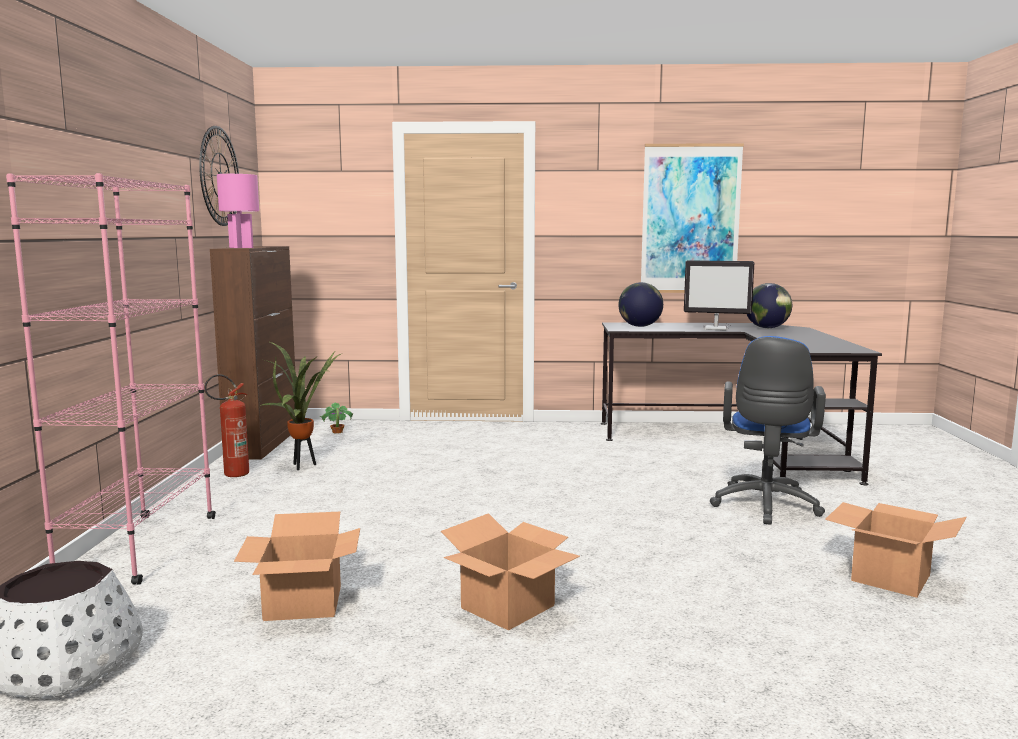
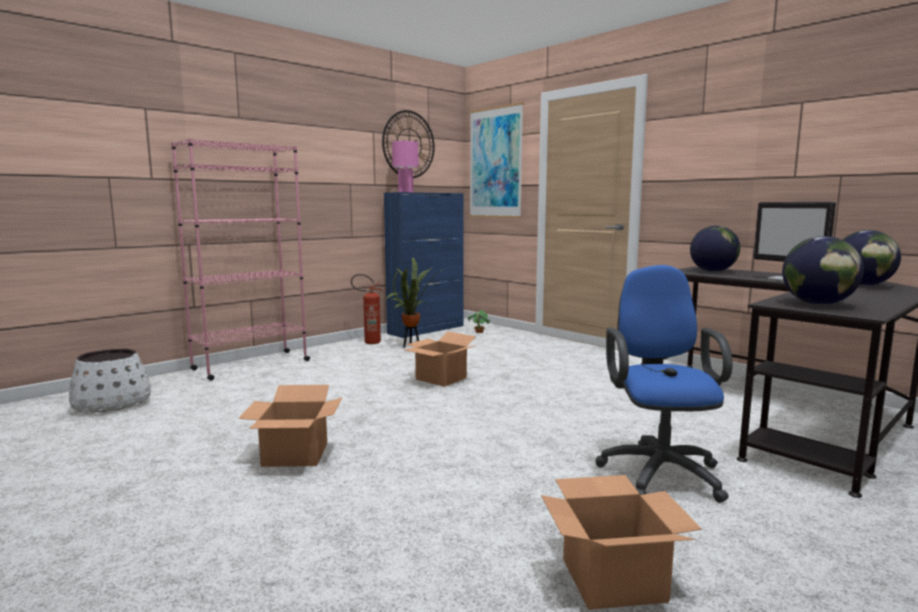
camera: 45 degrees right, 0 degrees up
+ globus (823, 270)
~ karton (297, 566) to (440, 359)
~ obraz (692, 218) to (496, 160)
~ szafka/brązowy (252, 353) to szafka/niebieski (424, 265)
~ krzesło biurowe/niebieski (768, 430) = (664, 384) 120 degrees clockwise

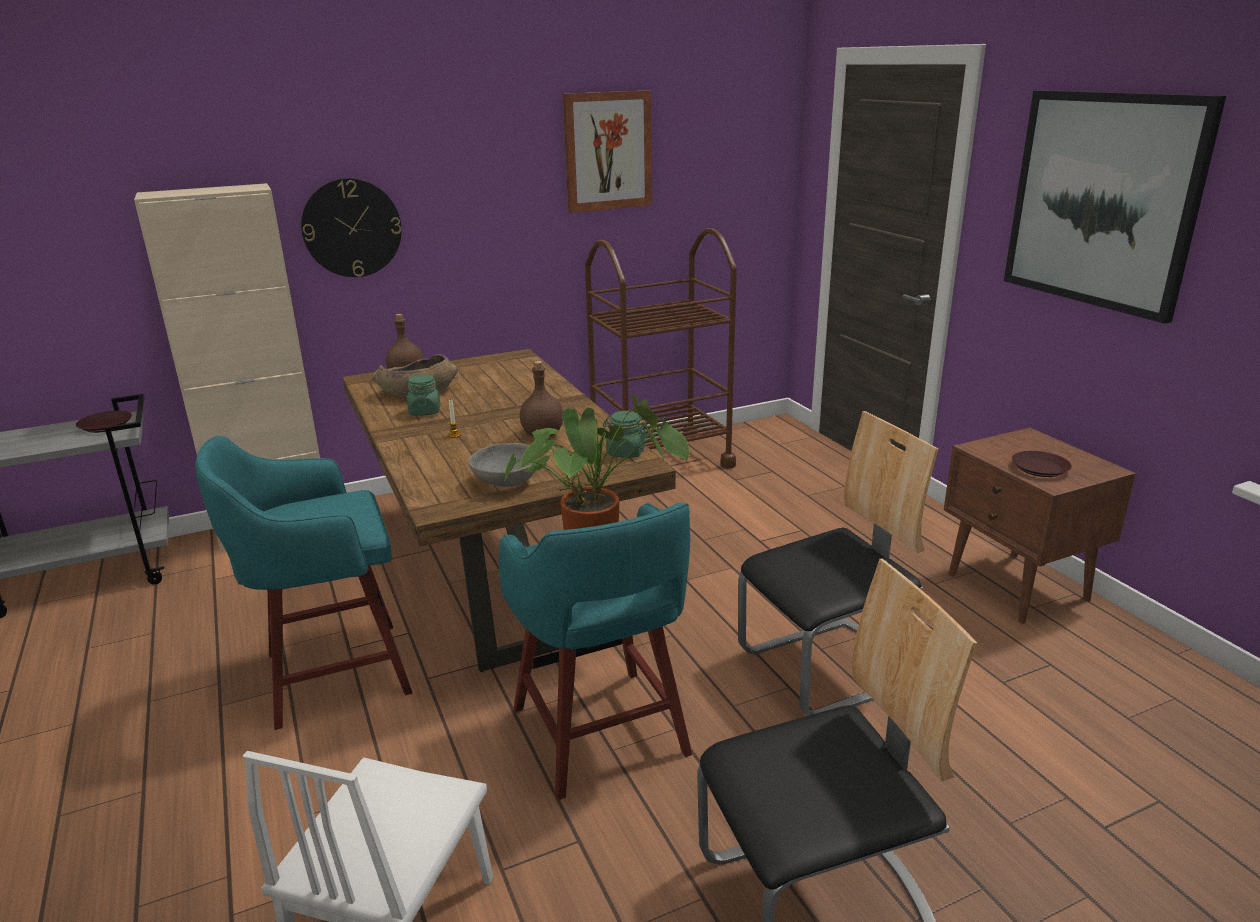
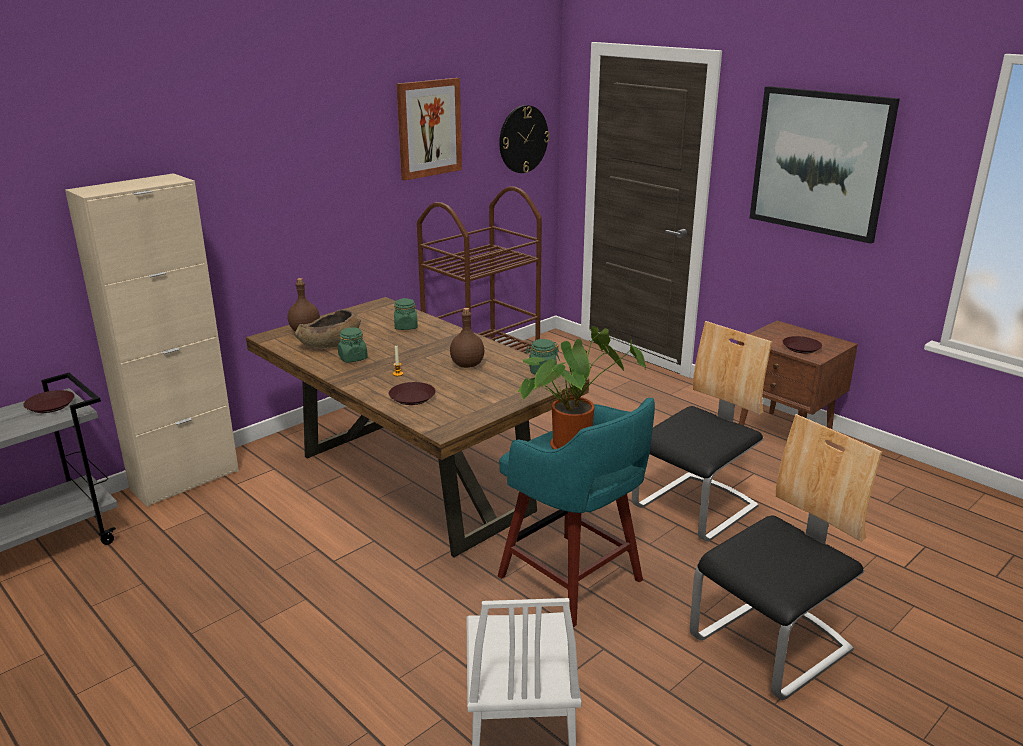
camera: 20 degrees left, 0 degrees up
- stołek/turkusowy (303, 583)
- miska/szary (504, 465)
+ talerz/brązowy (412, 393)
+ słoik/zielony (406, 314)
~ zegar ścienny (351, 227) to (524, 139)

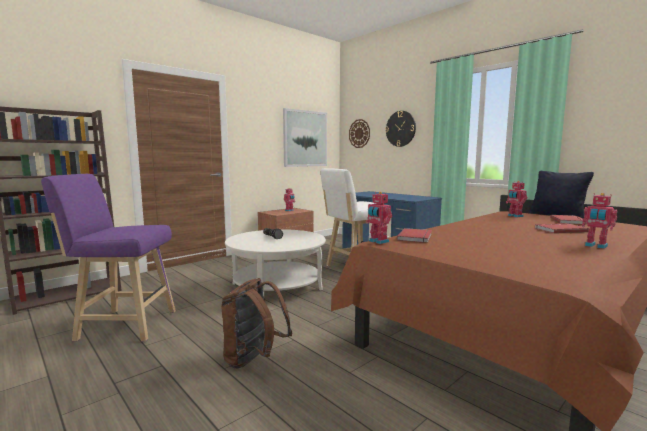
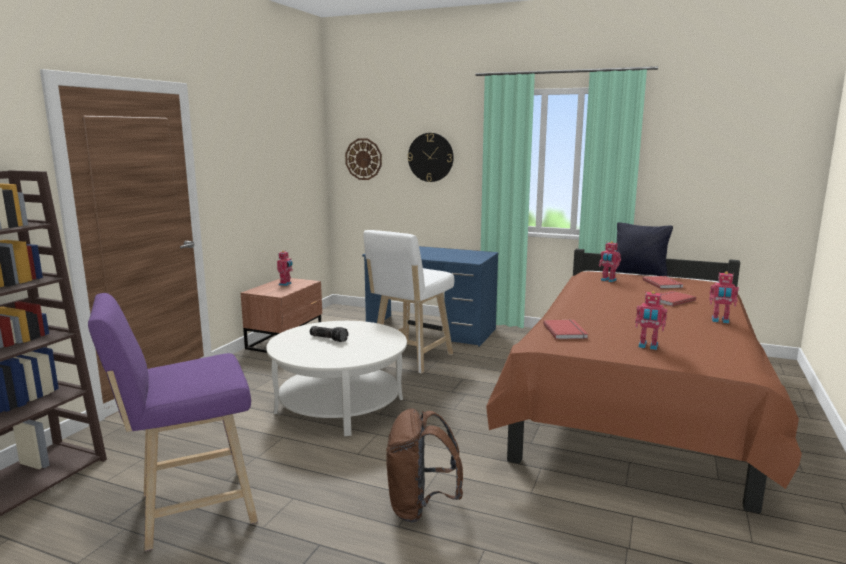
camera: 25 degrees left, 5 degrees up
- obraz (305, 137)
~ robot zabawkowy (379, 218) to (651, 320)

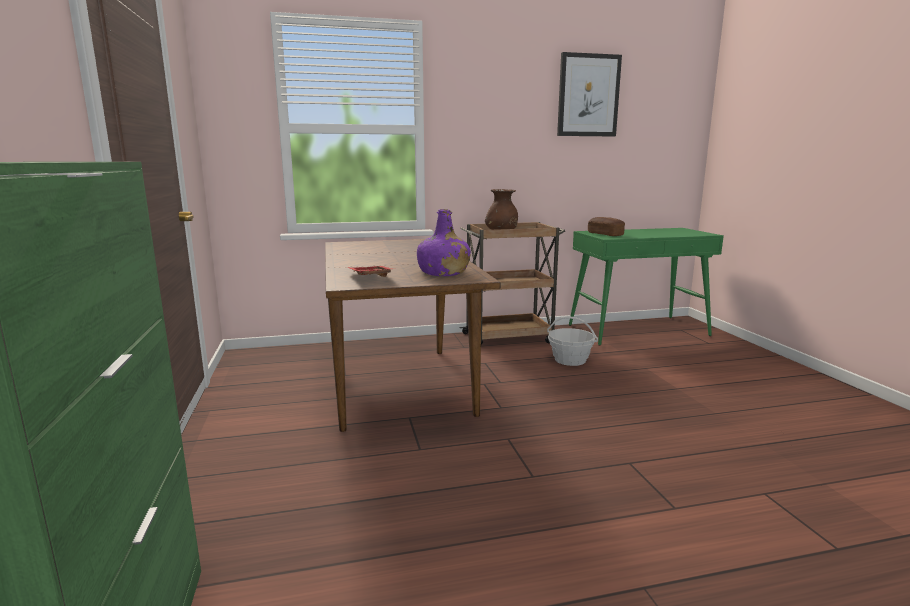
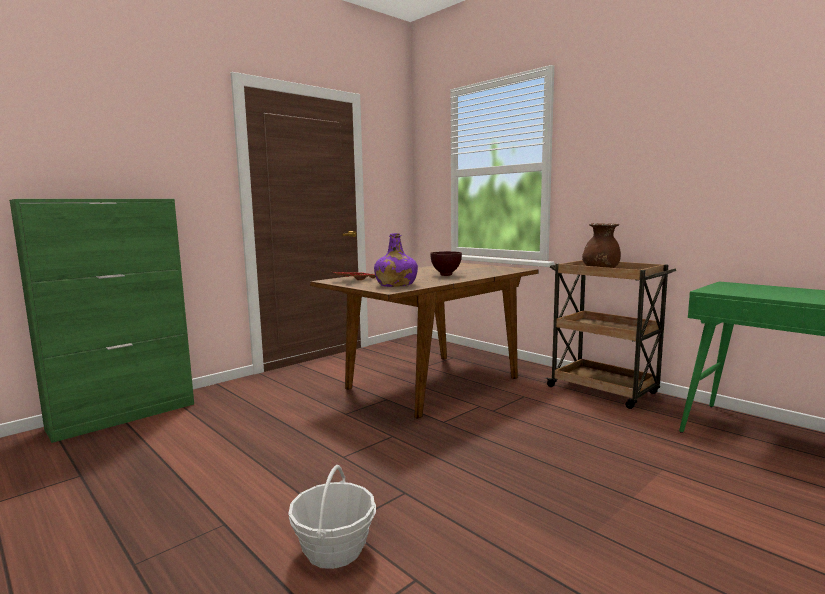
camera: 60 degrees right, 5 degrees down
- obraz (589, 94)
- chleb (606, 226)
+ miska/brązowy (446, 263)
~ koszyk (572, 341) to (332, 517)

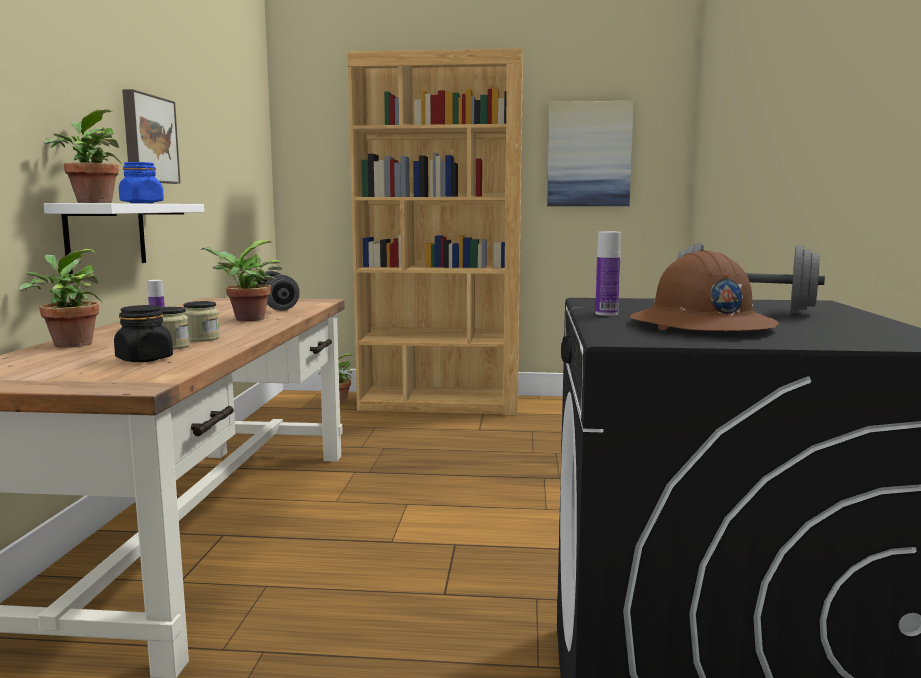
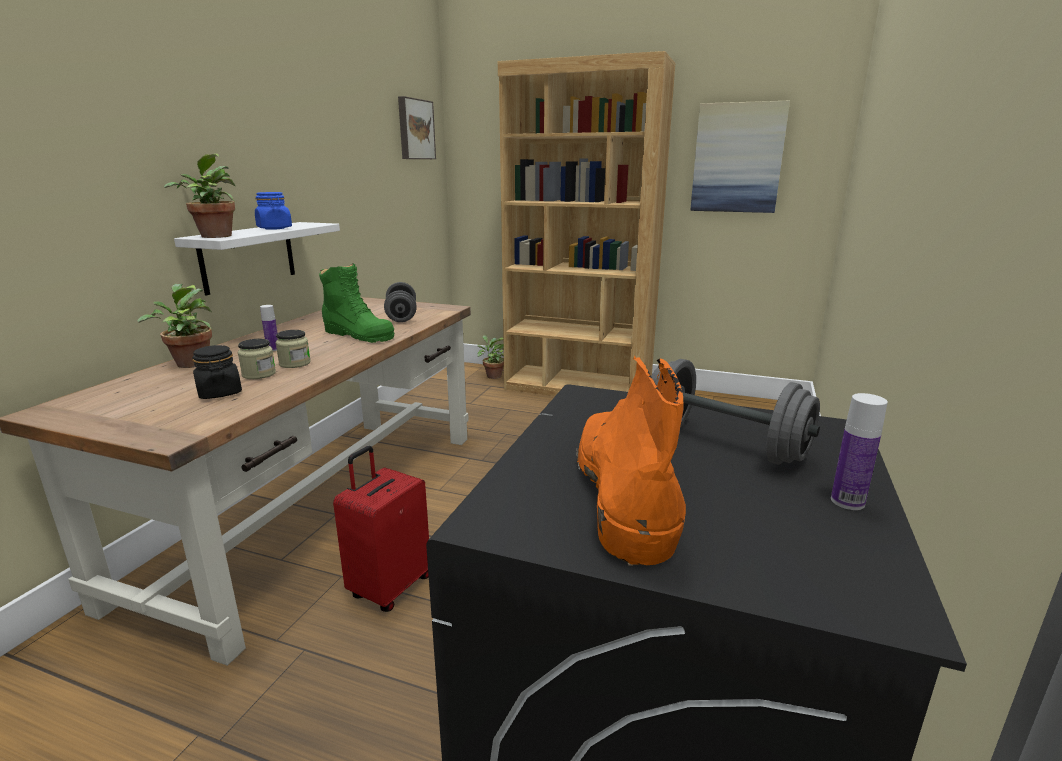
camera: 15 degrees right, 10 degrees up
+ walizka/czerwony (381, 529)
~ obraz (151, 136) to (417, 127)
~ butelka (608, 274) to (859, 451)
~ roślina doniczkowa (241, 280) to but z cholewką/zielony (357, 303)
~ kask/brązowy (704, 290) to but z cholewką/pomarańczowy (631, 461)

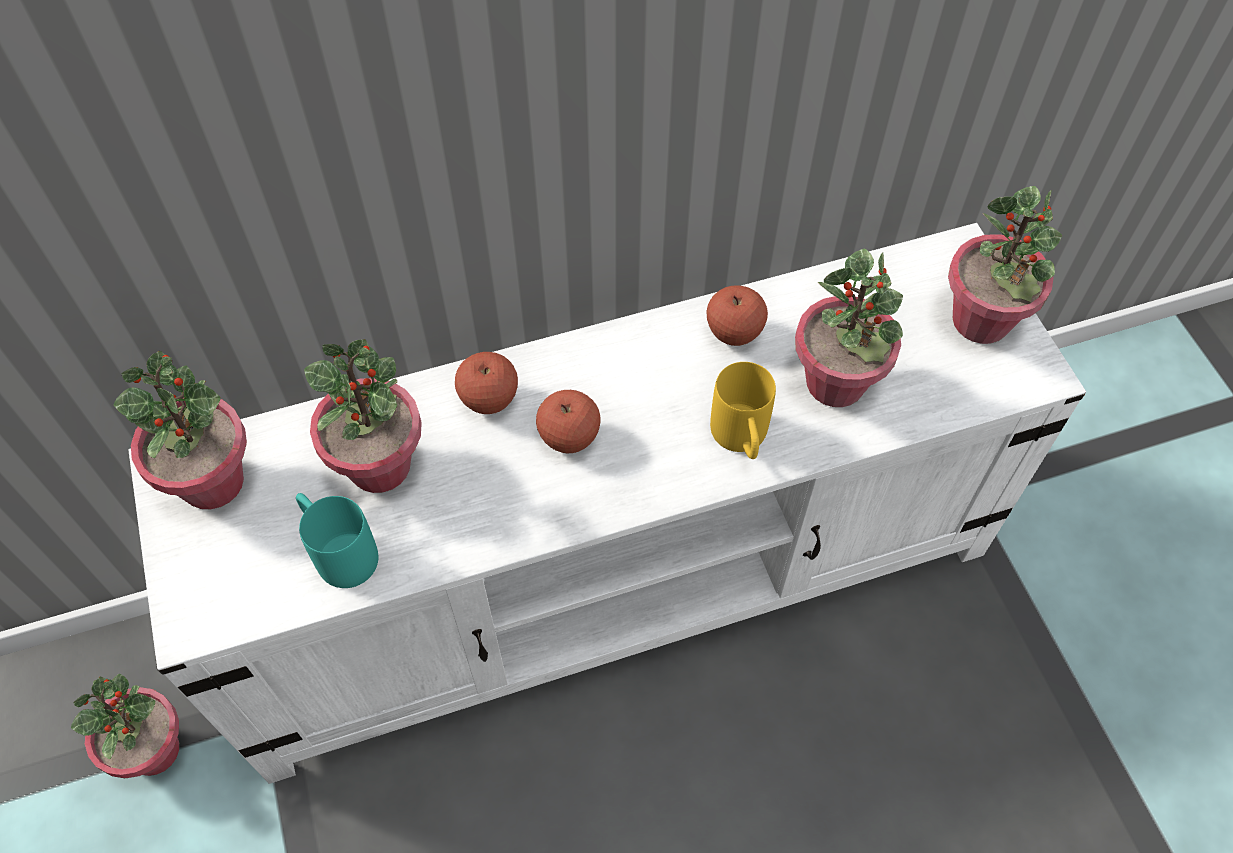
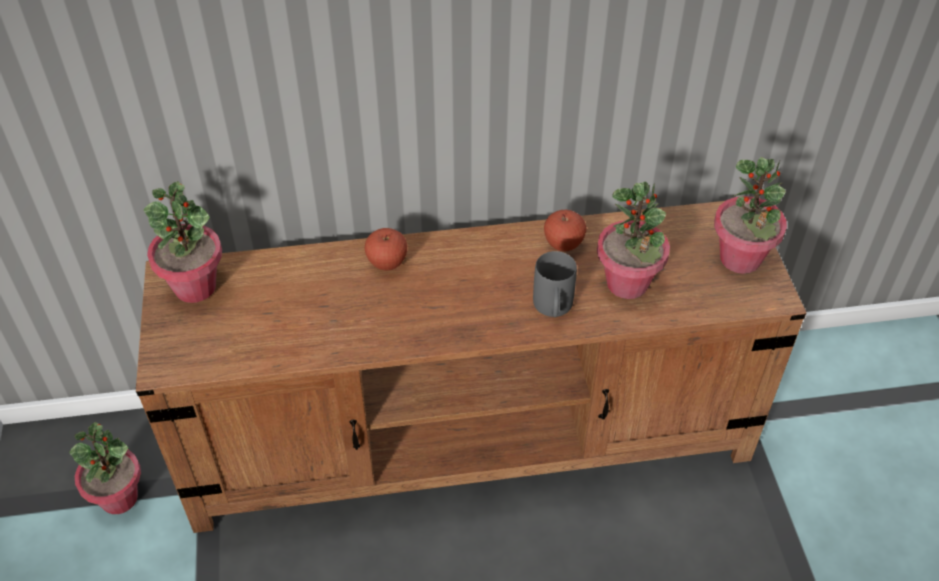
camera: 10 degrees right, 10 degrees down
- kubek/turkusowy (337, 540)
- roślina doniczkowa (363, 416)
- jabłko (568, 421)
~ szafka pod telewizor/biały (607, 503) to szafka pod telewizor/brązowy (471, 367)
~ kubek/żółty (743, 410) to kubek/szary (555, 284)

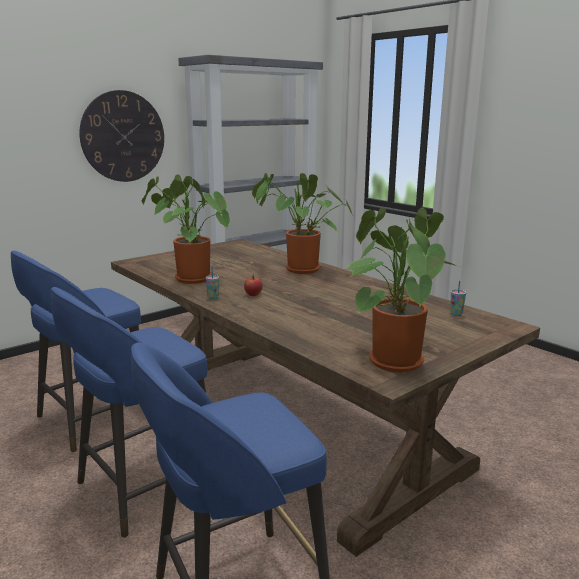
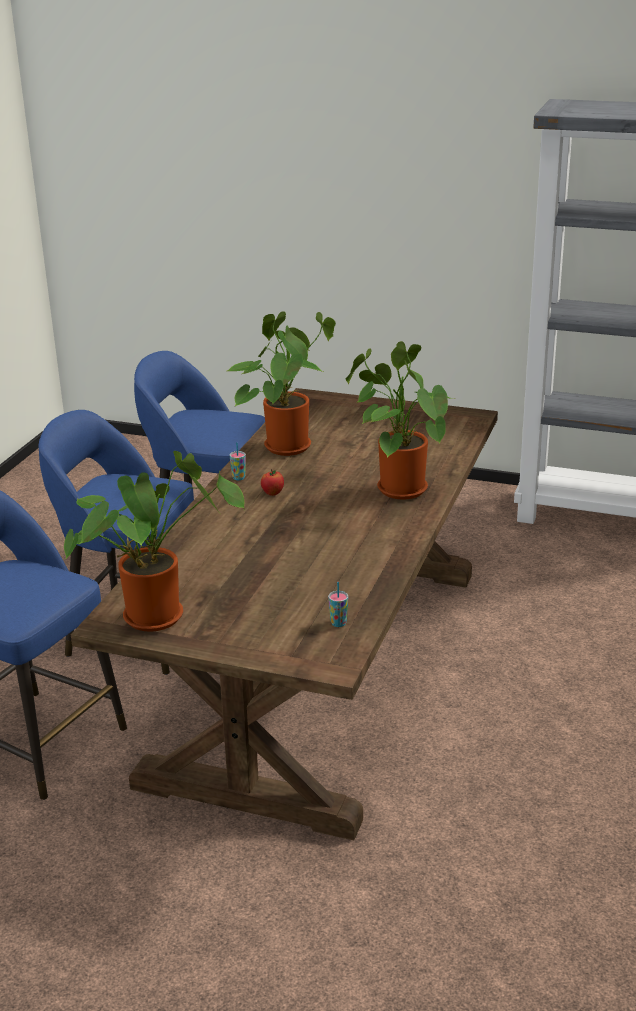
camera: 60 degrees right, 10 degrees up
- zegar ścienny (121, 136)

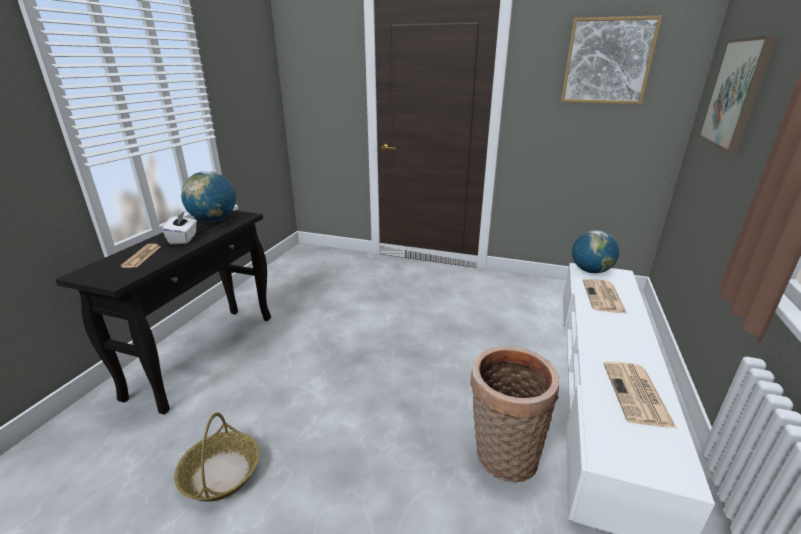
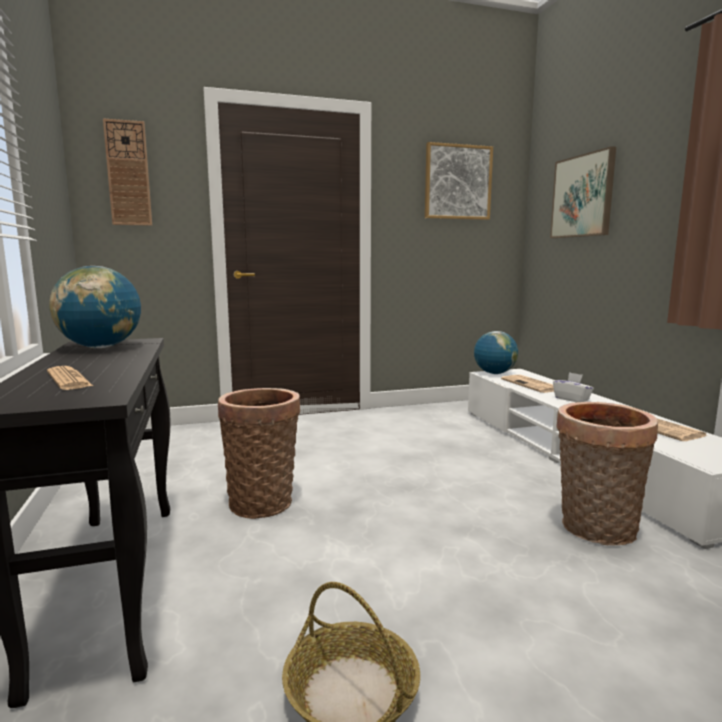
camera: 35 degrees left, 15 degrees down
+ zegar ścienny (127, 172)
+ koszyk (259, 453)
~ pudełko chusteczek/biały (179, 228) to (573, 387)

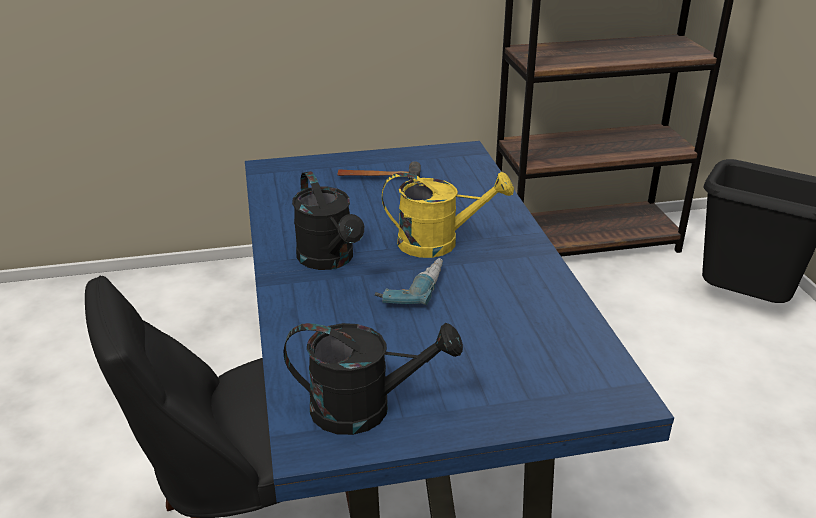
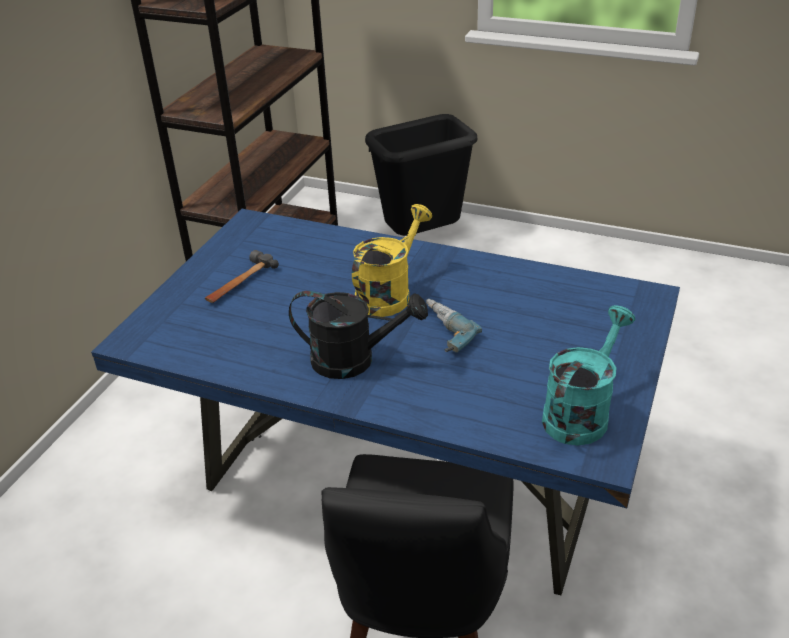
camera: 55 degrees left, 5 degrees up
~ konewka/czarny (373, 379) to konewka/turkusowy (588, 375)

